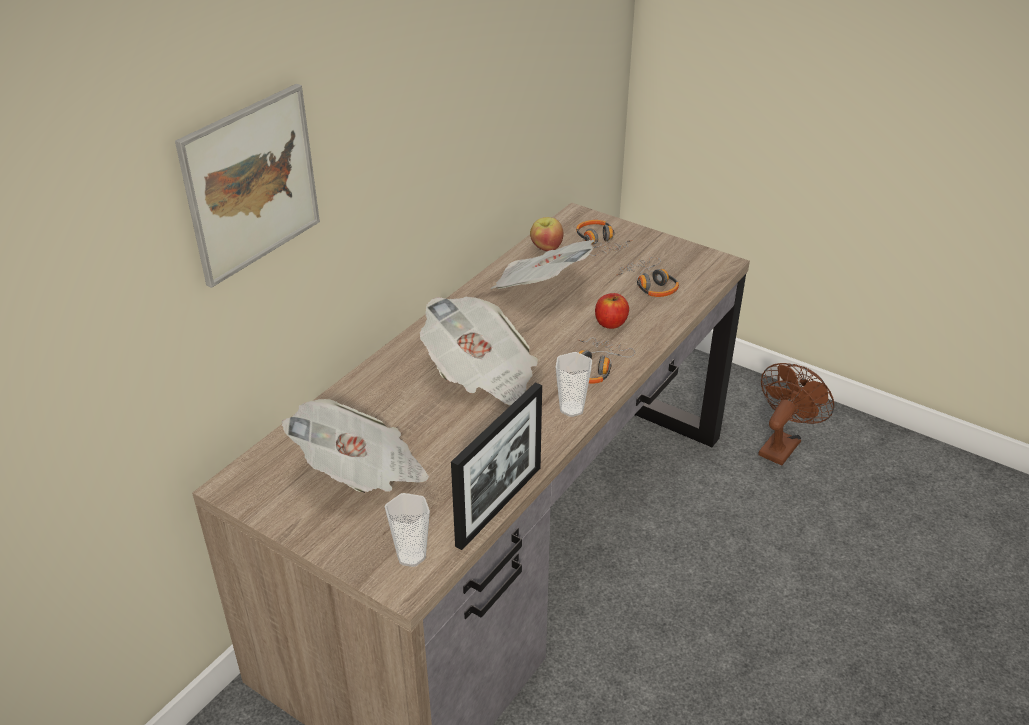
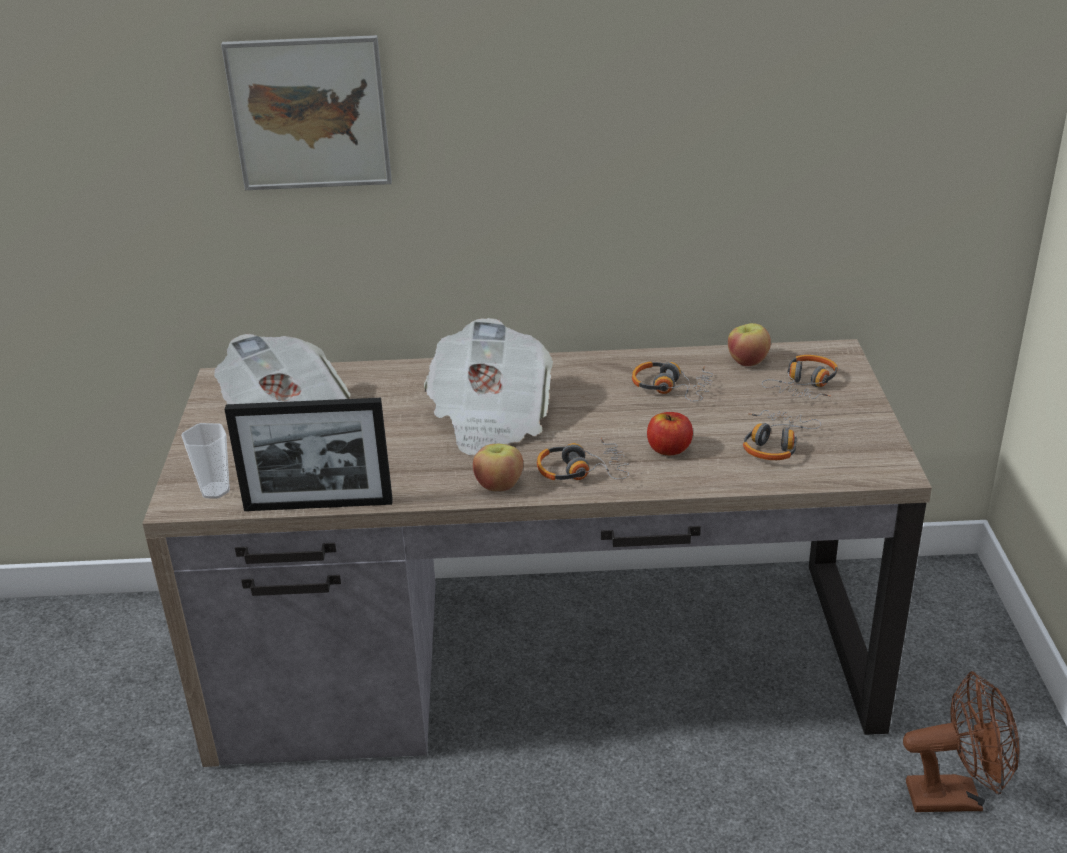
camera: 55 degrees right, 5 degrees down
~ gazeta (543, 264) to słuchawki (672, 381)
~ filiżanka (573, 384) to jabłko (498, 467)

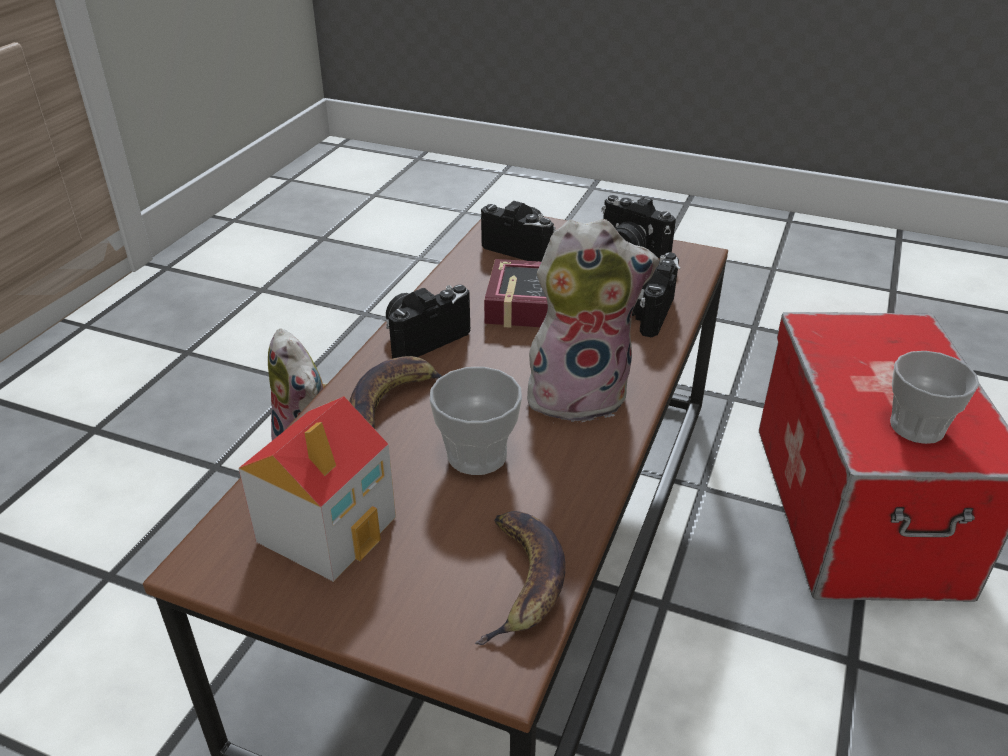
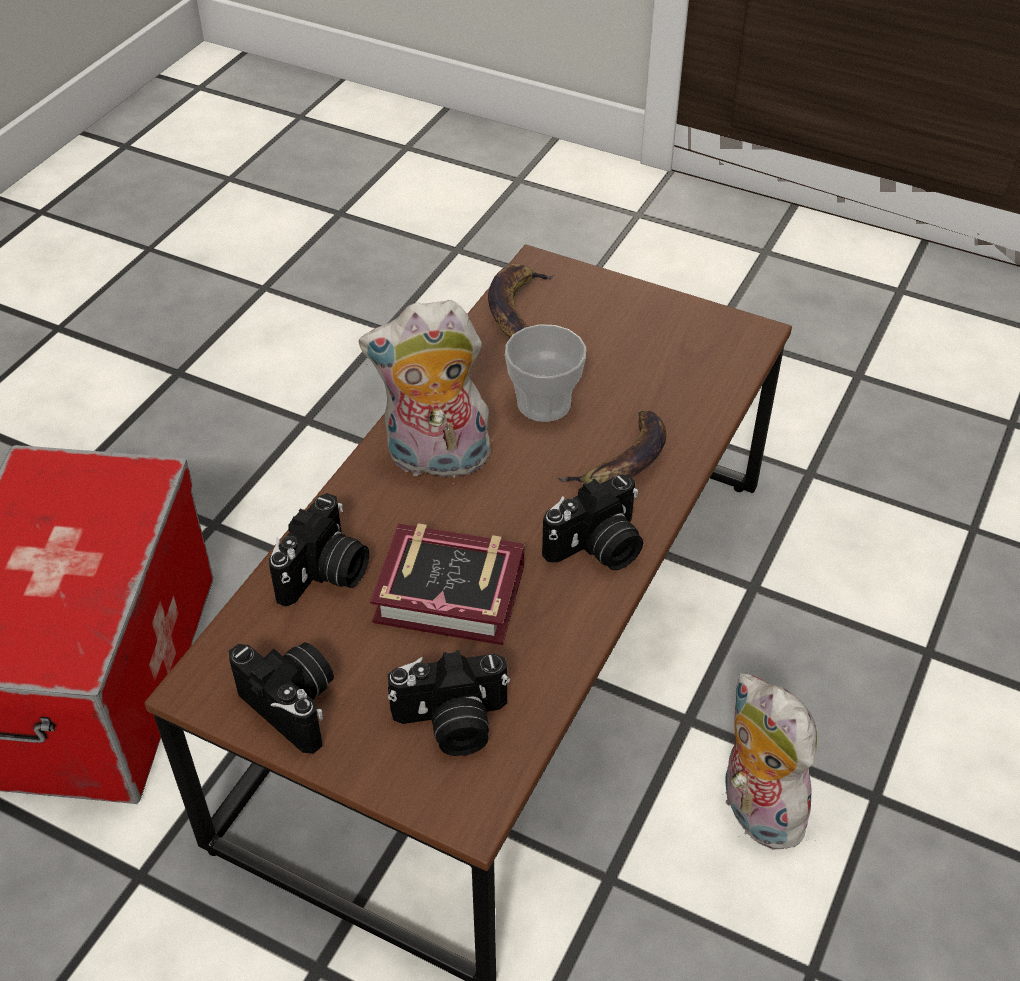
camera: 175 degrees left, 10 degrees up
- domek (317, 489)
- filiżanka (935, 397)
~ aparat fotograficzny (518, 231) = (449, 703) 45 degrees counterclockwise

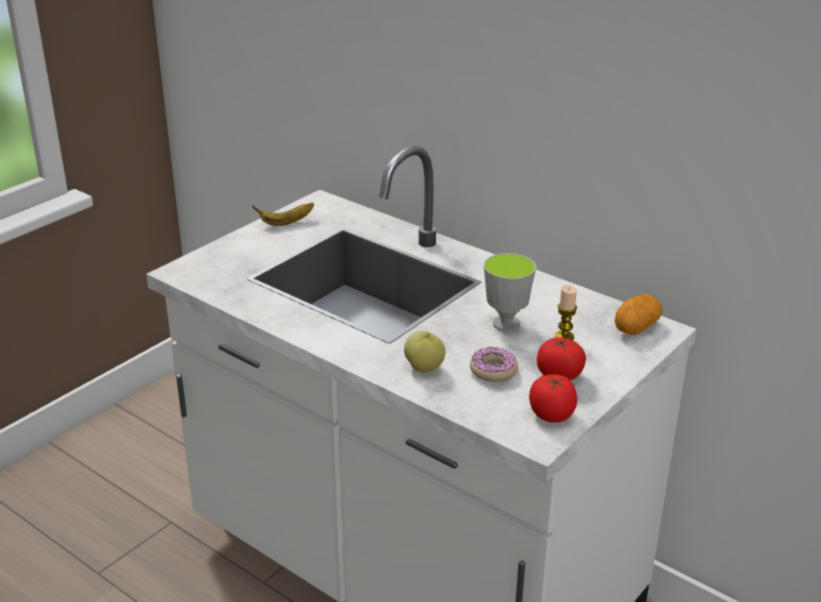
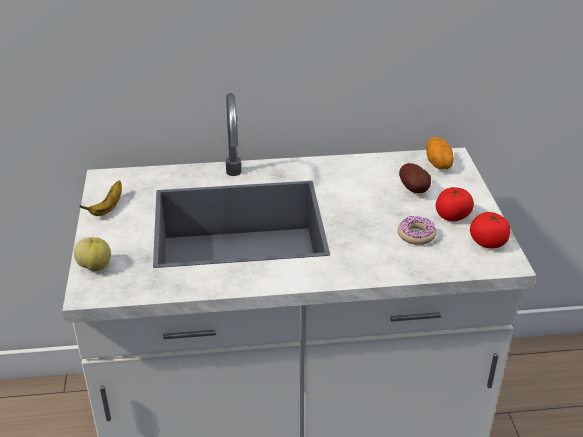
camera: 45 degrees left, 5 degrees up
- filiżanka (510, 292)
~ jabłko (424, 352) to (92, 254)
~ świeca (566, 312) to ziemniak (415, 178)

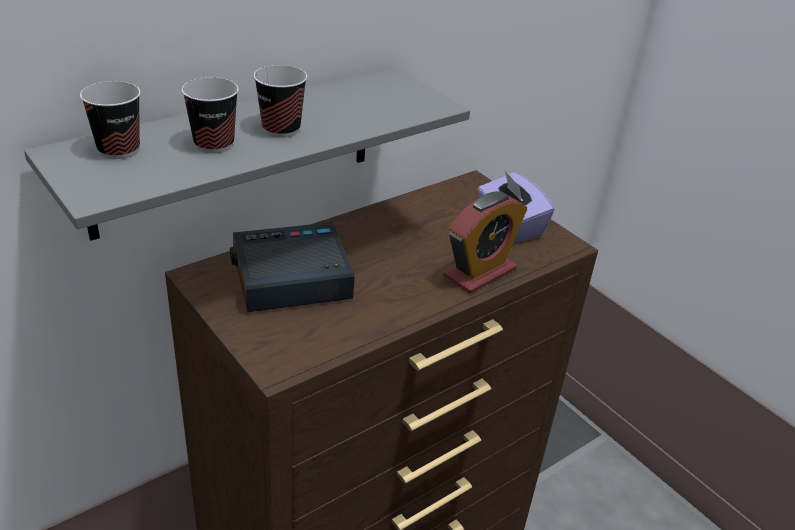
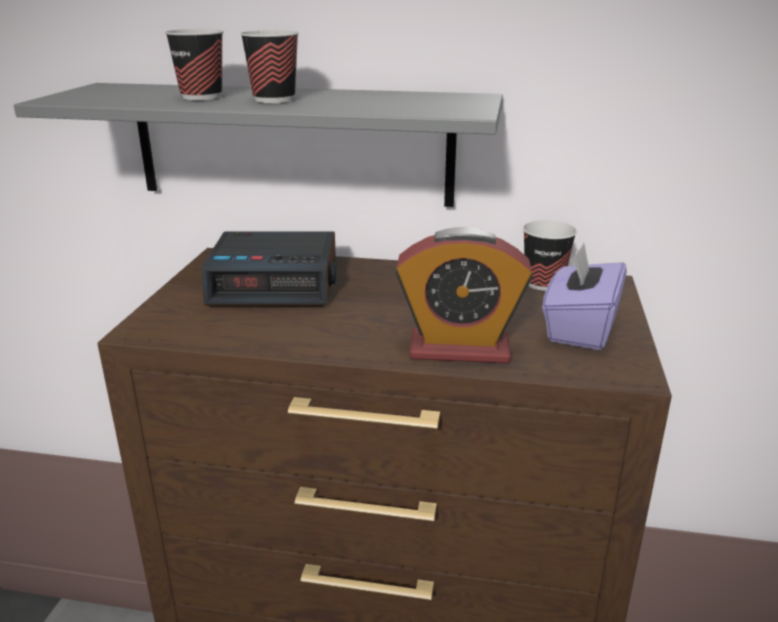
camera: 50 degrees right, 10 degrees down
~ filiżanka (110, 120) to (550, 255)
~ budzik (292, 267) = (268, 269) 150 degrees clockwise

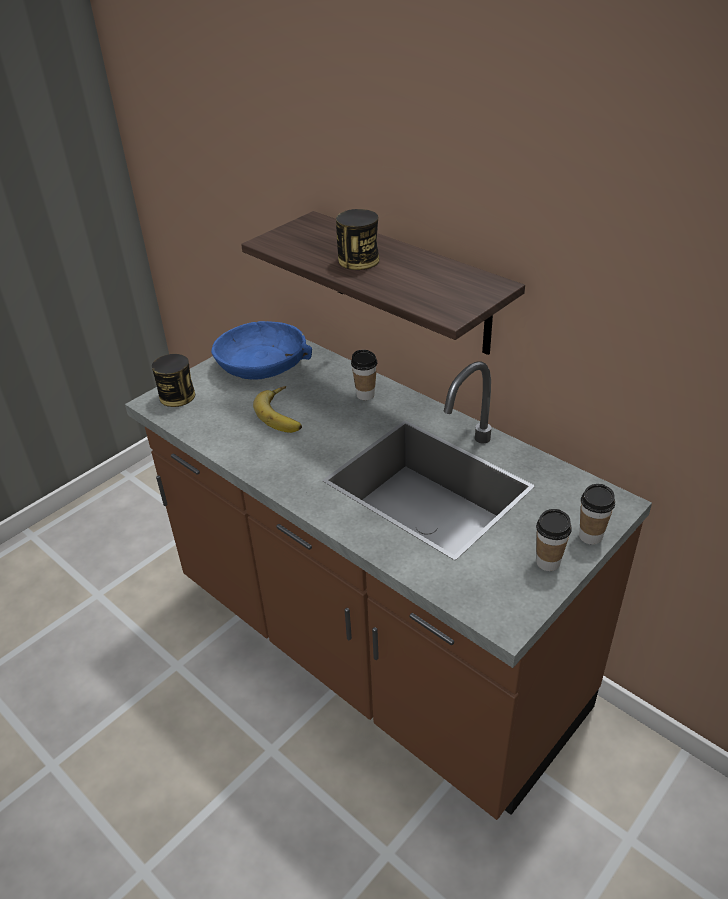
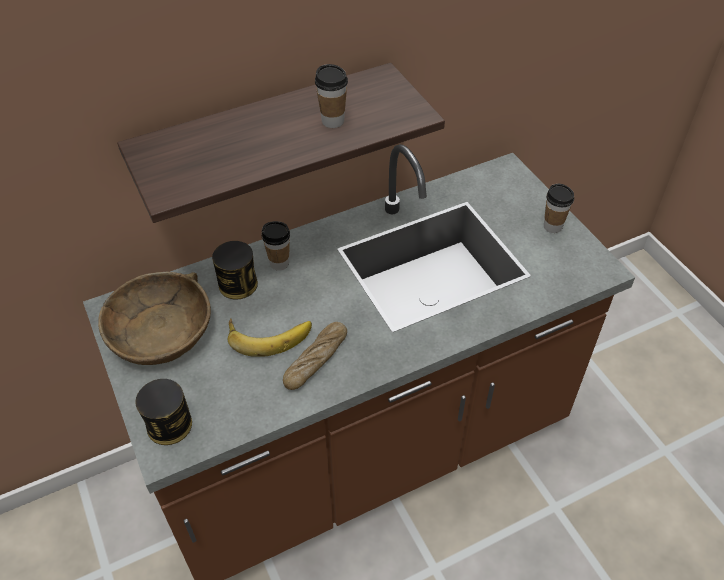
camera: 70 degrees left, 10 degrees up
+ chleb (315, 356)
~ puszka (357, 239) to (235, 270)
~ filiżanka (597, 514) to (331, 96)
~ miska/niebieski (261, 350) to miska/brązowy (154, 318)

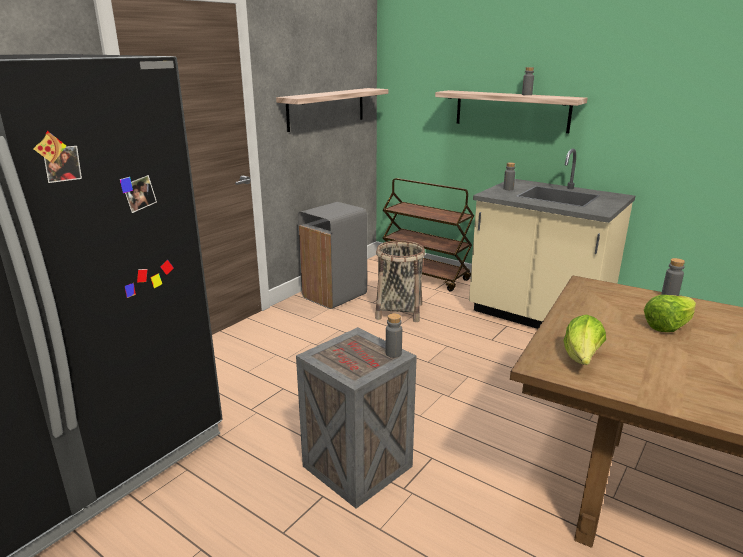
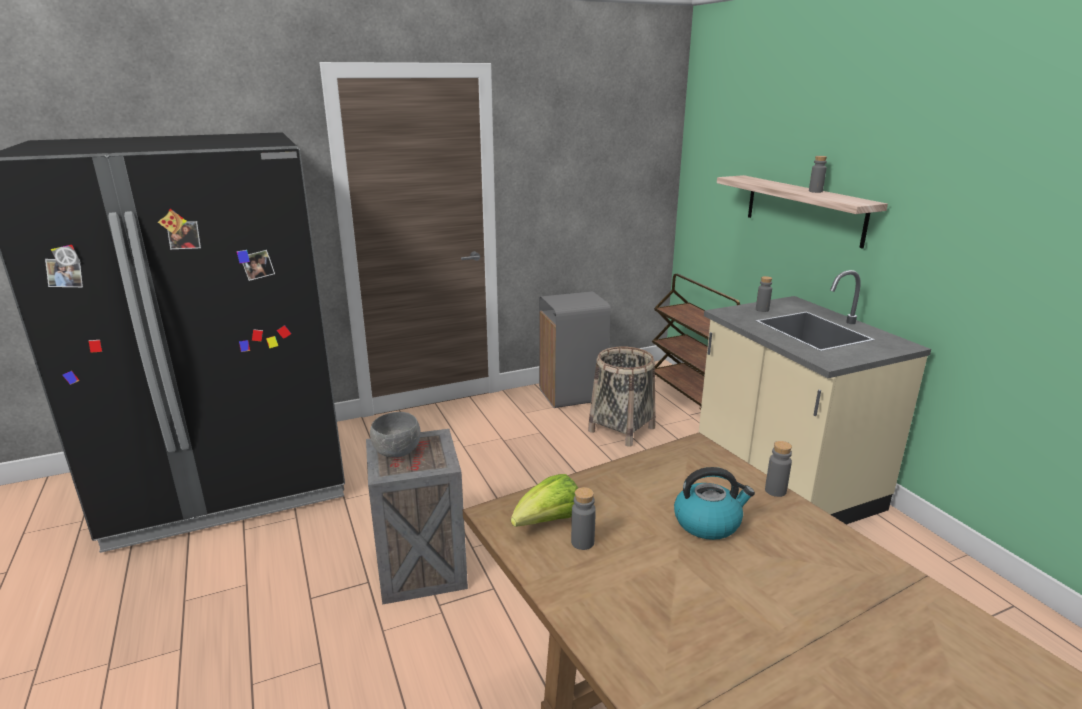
camera: 30 degrees right, 0 degrees up
- półka (332, 110)
+ miska/szary (395, 435)
~ butelka/szary (394, 335) to (583, 518)
~ sałata (670, 313) to czajnik (714, 503)

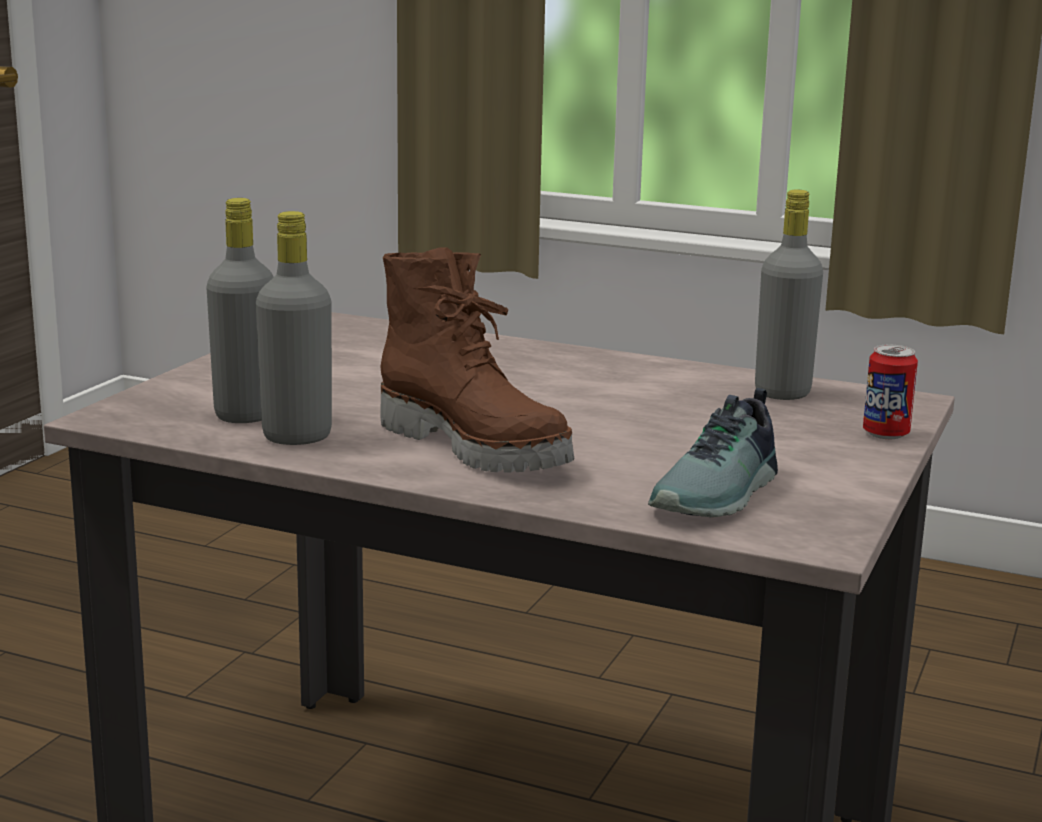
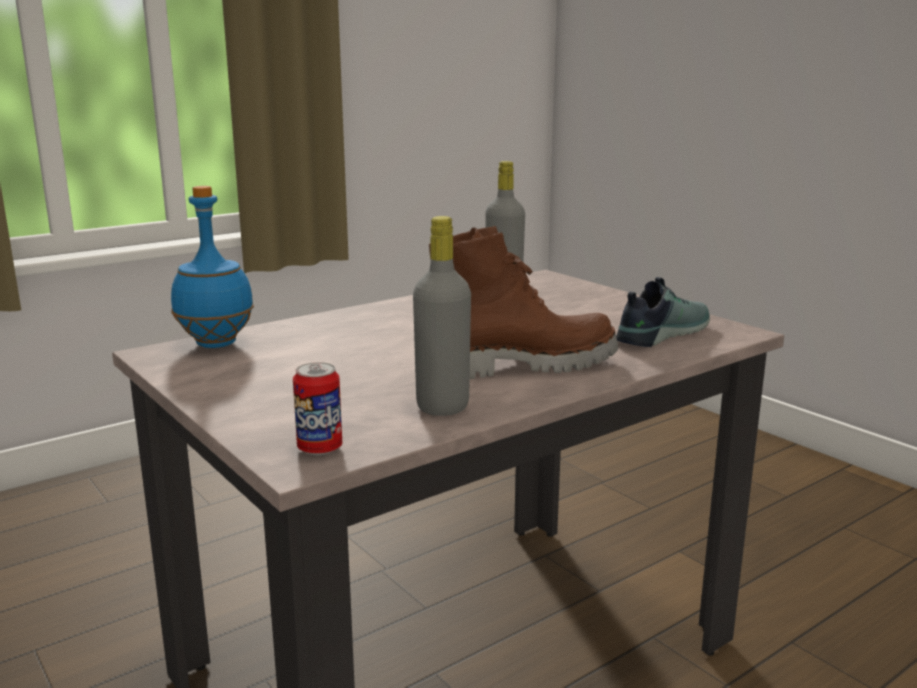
camera: 60 degrees left, 0 degrees up
- butelka/szary (240, 310)
+ butelka/niebieski (212, 267)
~ puszka (890, 392) to (317, 408)
~ but (713, 452) = (663, 312) 105 degrees counterclockwise

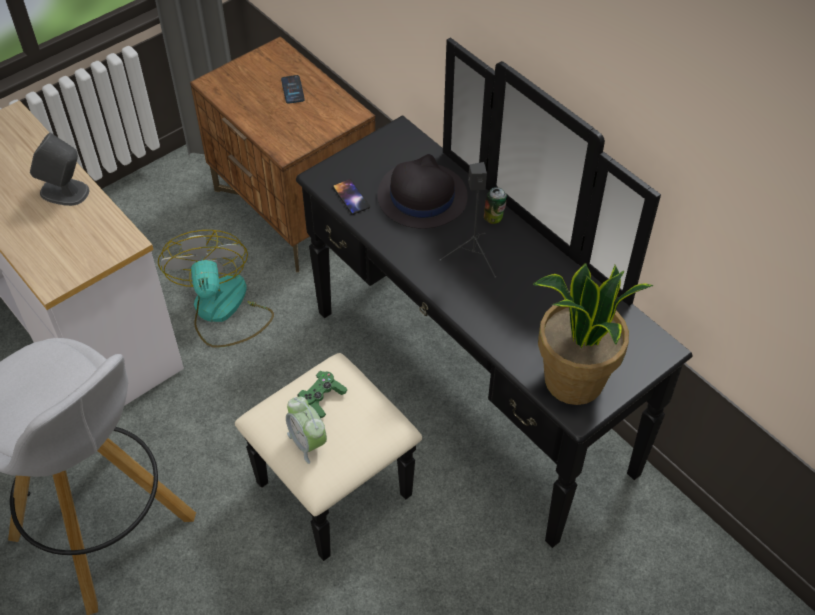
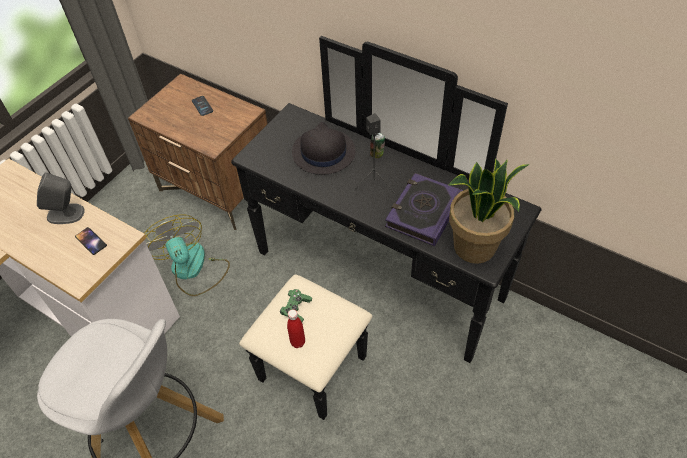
camera: 15 degrees left, 0 degrees up
+ książka (424, 209)
~ telefon (351, 197) to (91, 241)
~ budzik (306, 430) to butelka/czerwony (296, 328)

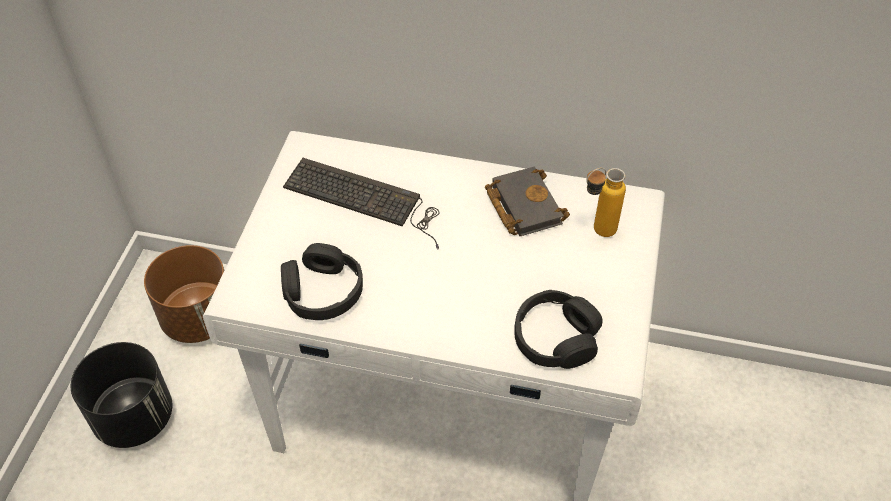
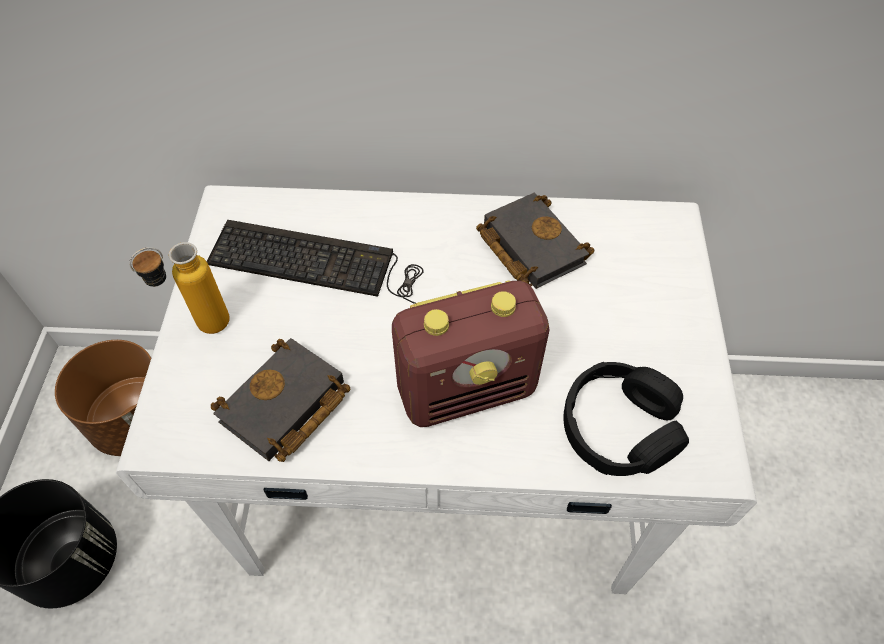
camera: 10 degrees left, 5 degrees up
+ radio (471, 353)
~ butelka (606, 202) to (179, 288)
~ słuchawki/czarny (322, 281) to książka/czarny (281, 400)

